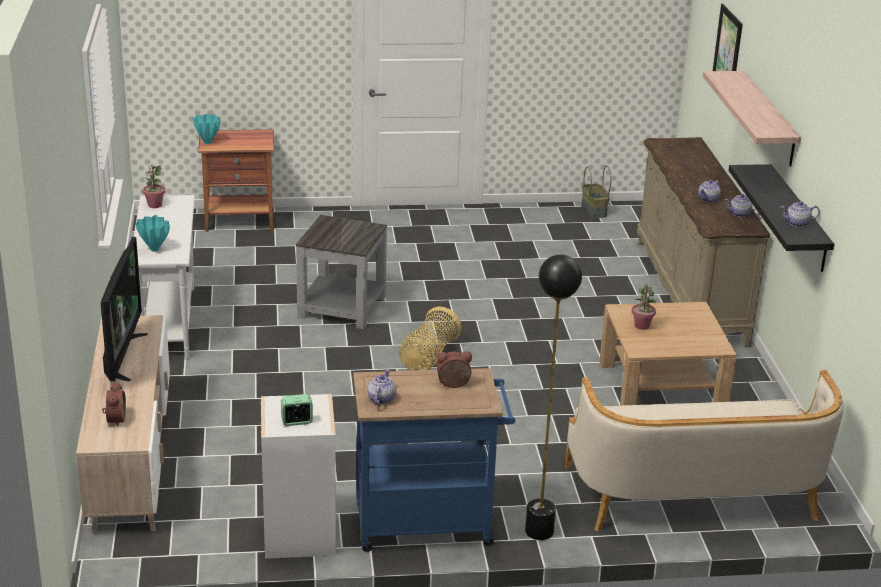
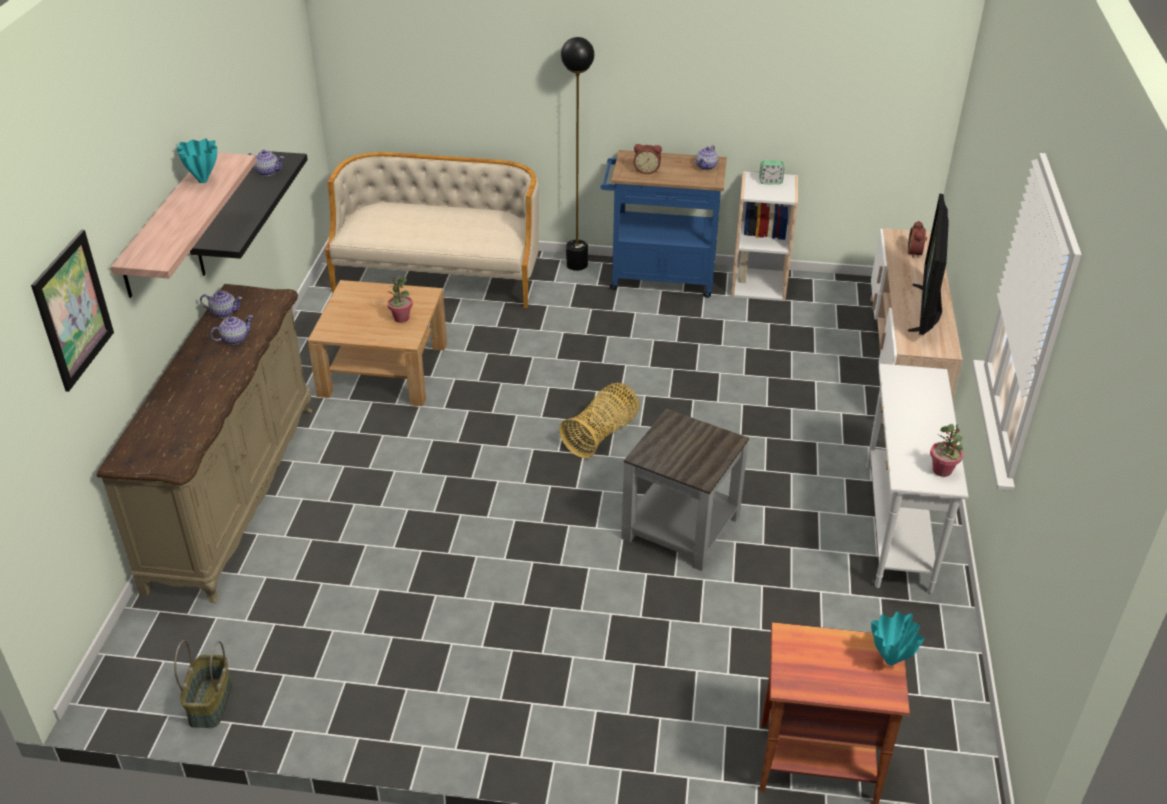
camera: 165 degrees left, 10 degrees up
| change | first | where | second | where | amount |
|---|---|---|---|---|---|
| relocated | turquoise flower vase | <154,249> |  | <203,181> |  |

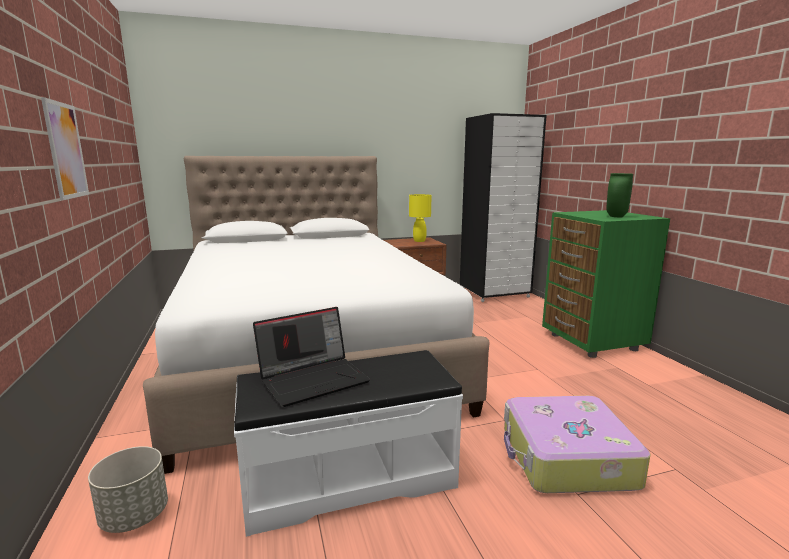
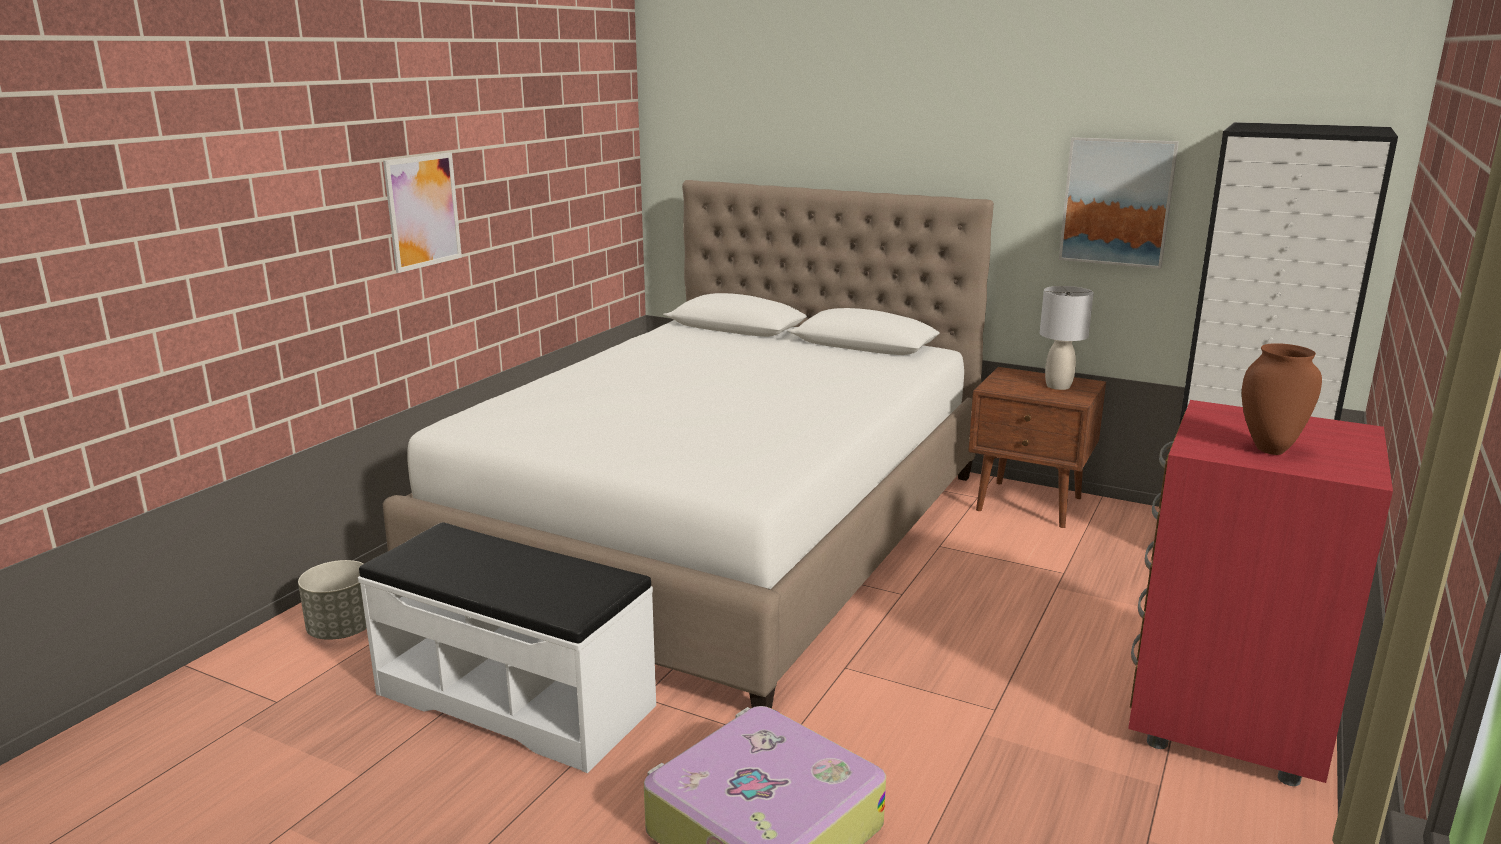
camera: 45 degrees right, 5 degrees up
| change | first | where | second | where | amount |
|---|---|---|---|---|---|
| missing | portable computer | <314,379> |  |  |  |
| appeared |  |  | picture | <1117,202> |  |
| colour | yellow-coloured table lamp | <419,241> | grey table lamp | <1058,386> |  |
| colour | green dresser | <592,342> | red-coloured dresser | <1225,722> |  |
| colour | green flower vase | <617,216> | brown flower vase | <1270,450> |  |

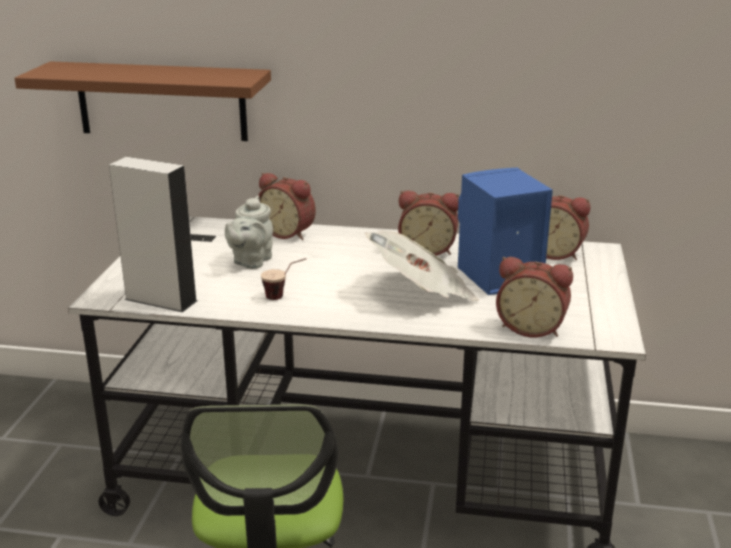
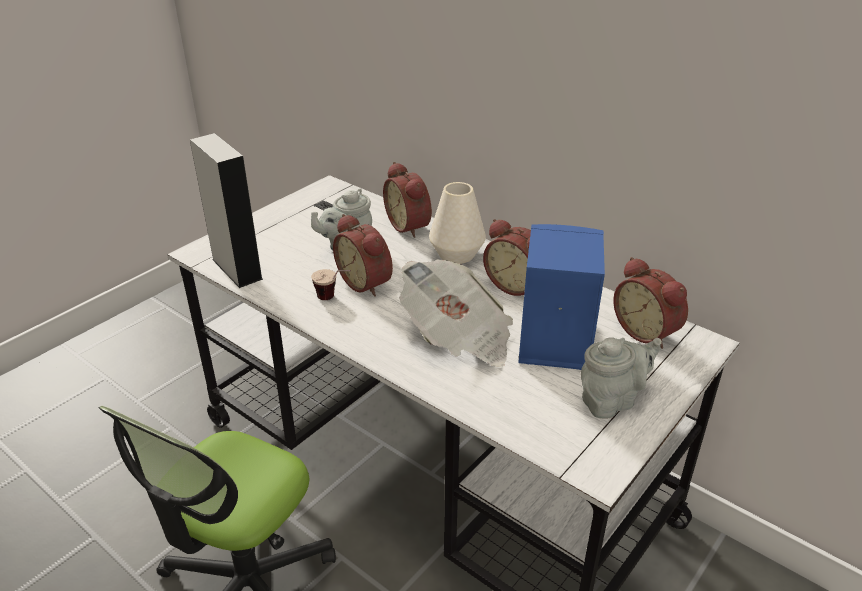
camera: 30 degrees right, 10 degrees up
| change | first | where | second | where | amount |
|---|---|---|---|---|---|
| missing | brown bracket shelf | <161,101> |  |  |  |
| appeared |  |  | white-coloured flower vase | <456,254> |  |
| appeared |  |  | grey teapot | <611,401> |  |
| relocated | bedside clock | <531,327> |  | <367,282> |  |

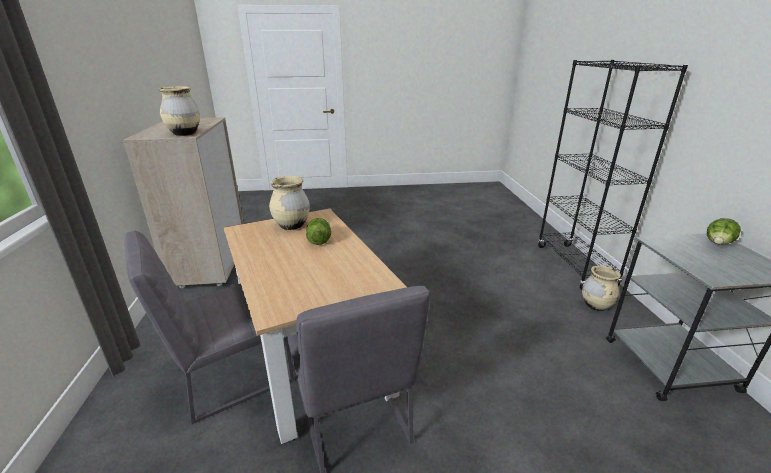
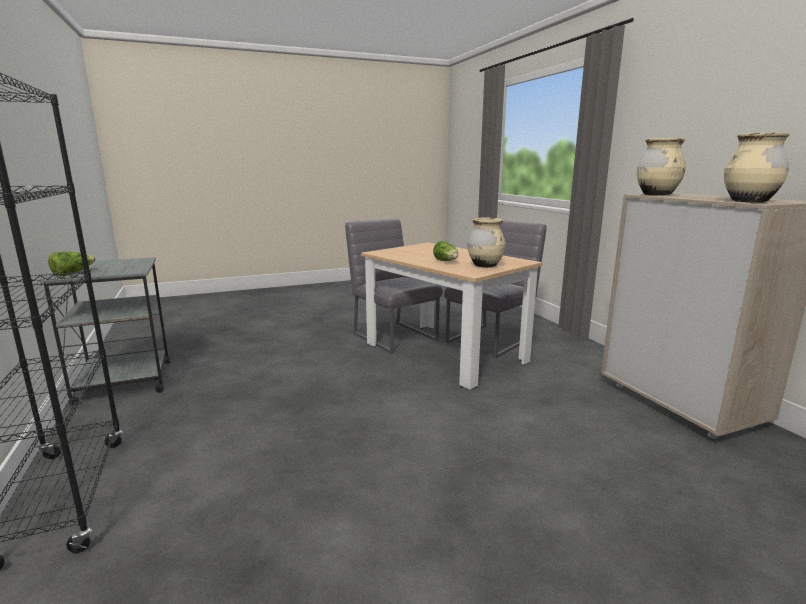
camera: 165 degrees right, 10 degrees down
| change | first | where | second | where | amount |
|---|---|---|---|---|---|
| relocated | beige flower vase | <595,306> |  | <749,201> |  |

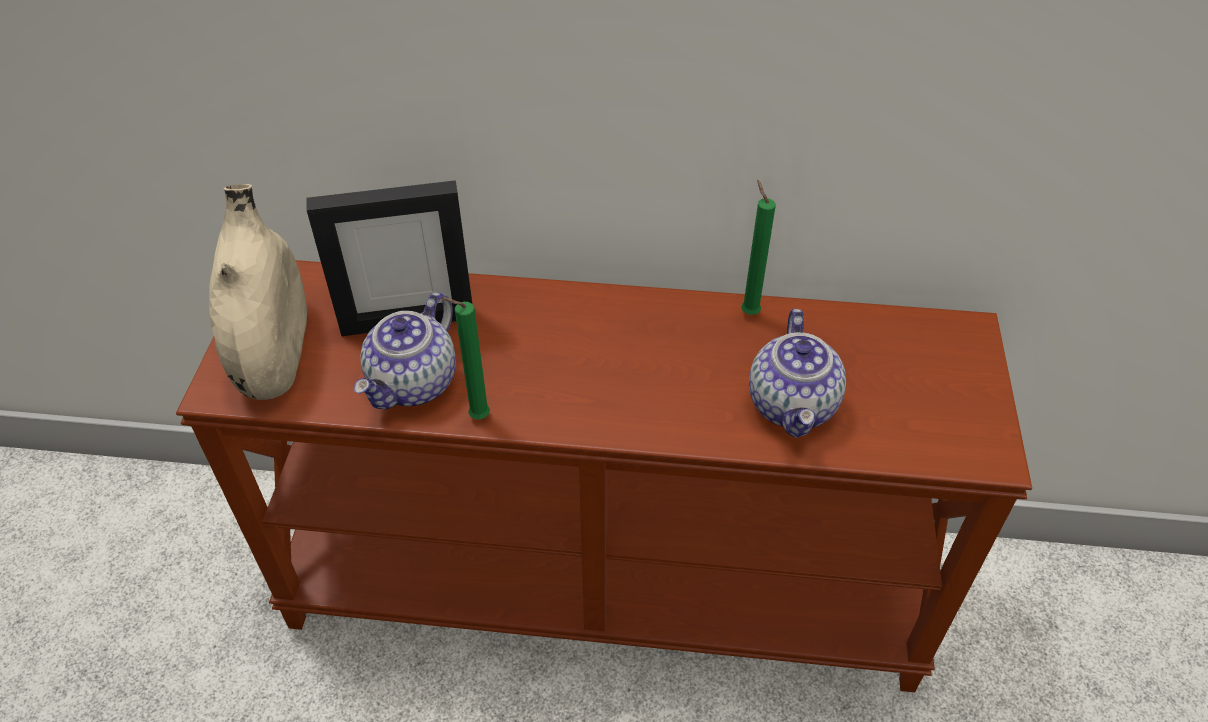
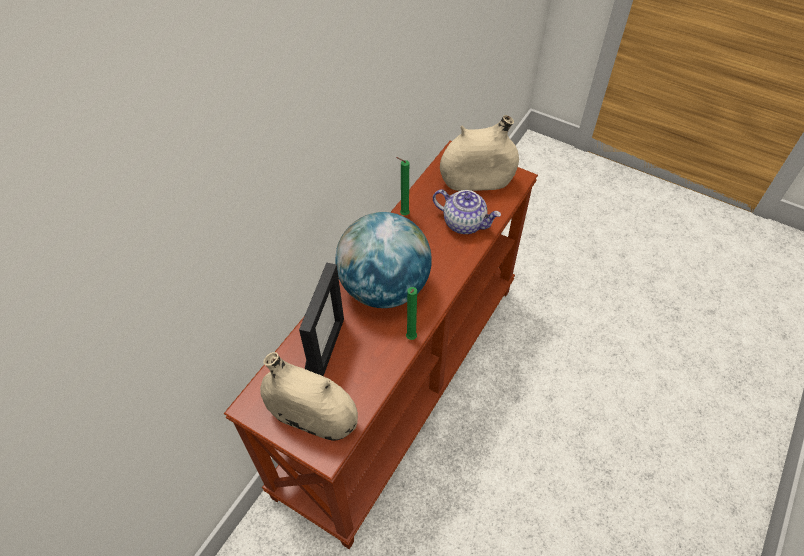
camera: 65 degrees left, 5 degrees up
| change | first | where | second | where | amount |
|---|---|---|---|---|---|
| missing | teapot | <414,384> |  |  |  |
| appeared |  |  | world globe | <384,288> |  |
| appeared |  |  | beige flower vase | <476,182> |  |

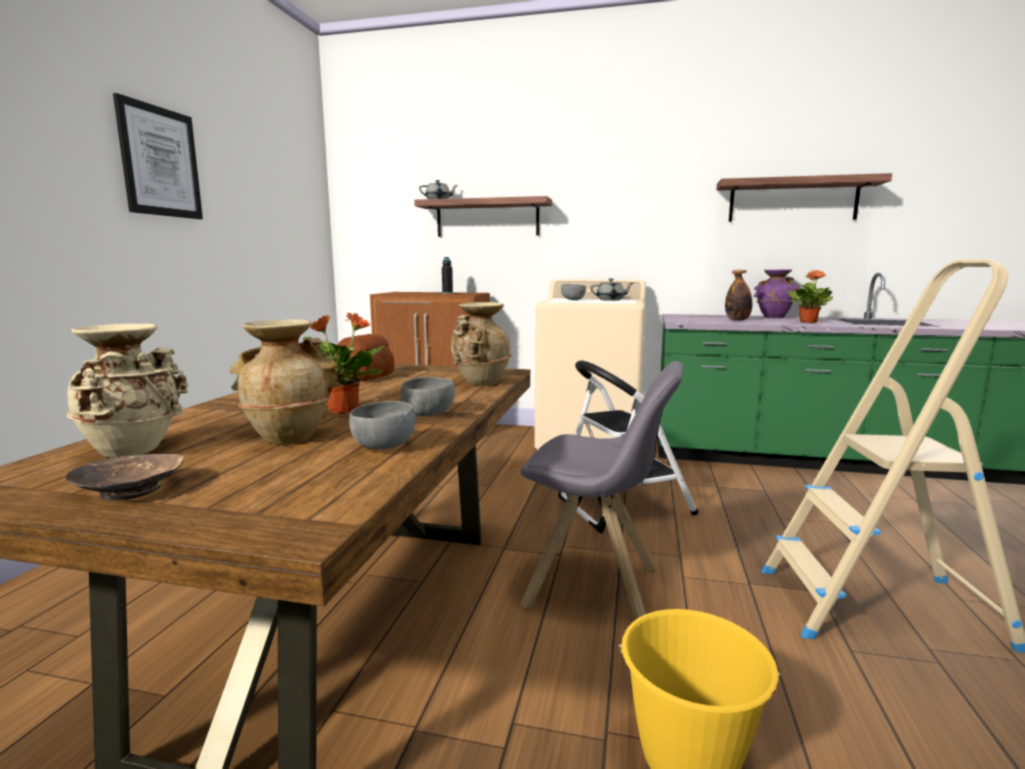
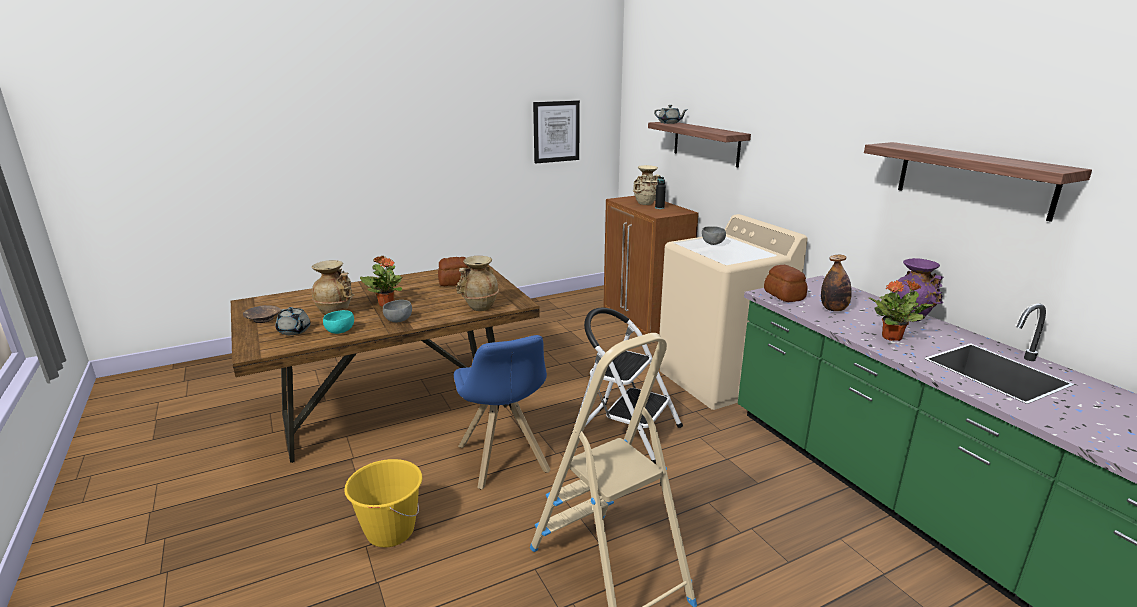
camera: 50 degrees right, 10 degrees up
| change | first | where | second | where | amount |
|---|---|---|---|---|---|
| appeared |  |  | bakery bread | <784,295> |  |
| relocated | beige flower vase | <135,450> |  | <646,203> |  |
| relocated | picture | <160,162> |  | <556,131> |  |
| relocated | grey teapot | <611,300> |  | <294,331> |  |
| colour | grey serving bowl | <384,447> | turquoise serving bowl | <340,331> |  |
| colour | grey plain chair | <594,586> | blue plain chair | <504,459> |  |

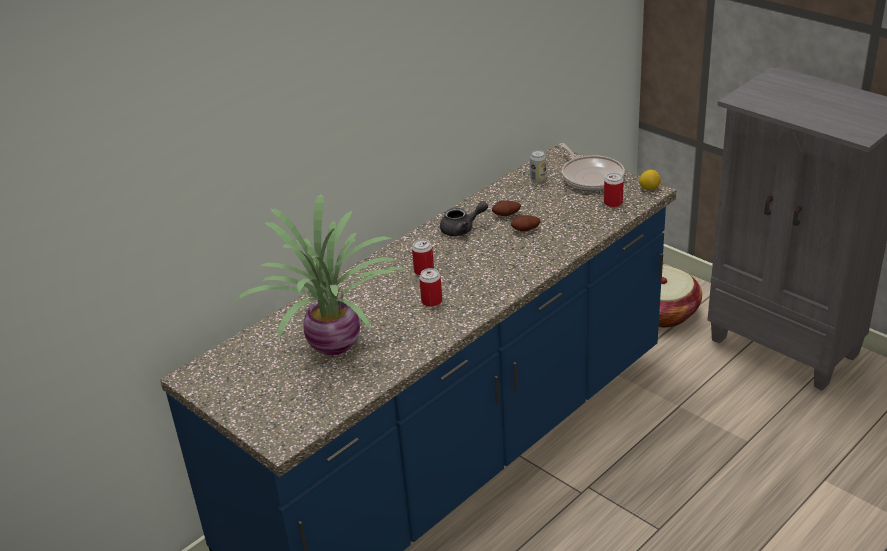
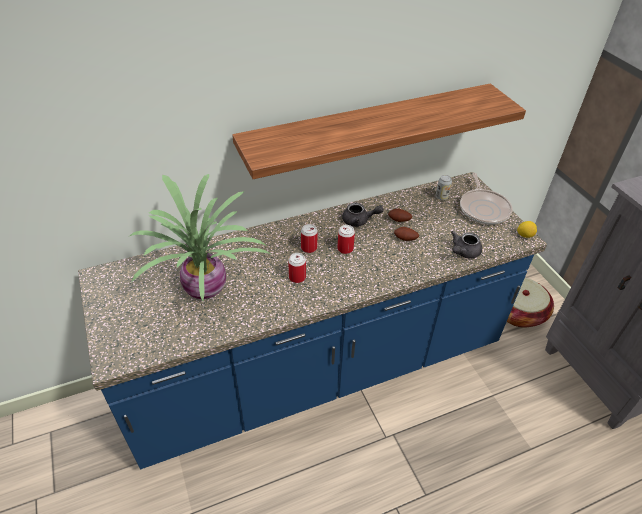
camera: 20 degrees right, 10 degrees up
| change | first | where | second | where | amount |
|---|---|---|---|---|---|
| appeared |  |  | bracket shelf | <368,130> |  |
| appeared |  |  | grey teapot | <463,252> |  |
| relocated | sealed can | <613,203> |  | <345,249> |  |

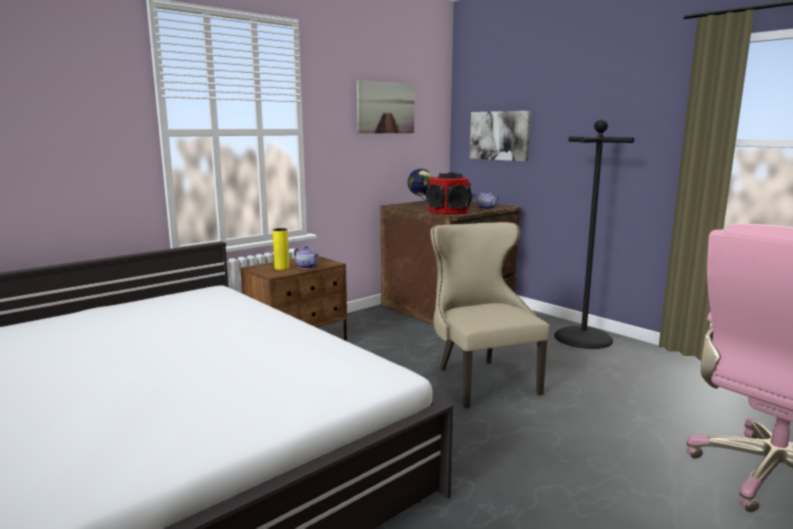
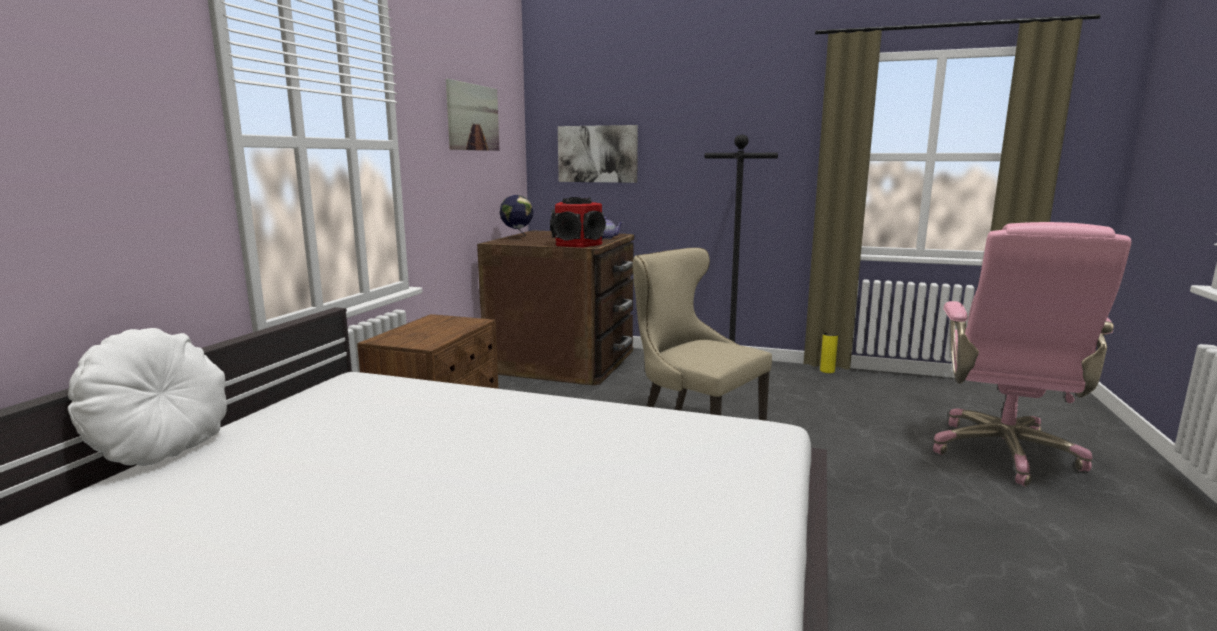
camera: 30 degrees left, 0 degrees up
| change | first | where | second | where | amount |
|---|---|---|---|---|---|
| missing | teapot | <306,267> |  |  |  |
| appeared |  |  | white-coloured pillow | <163,452> |  |
| relocated | yellow-coloured flower vase | <282,268> |  | <827,371> |  |

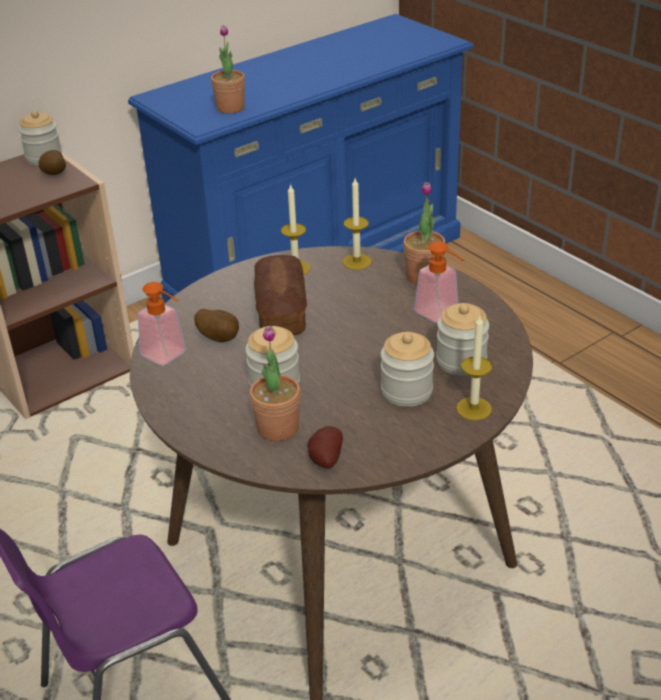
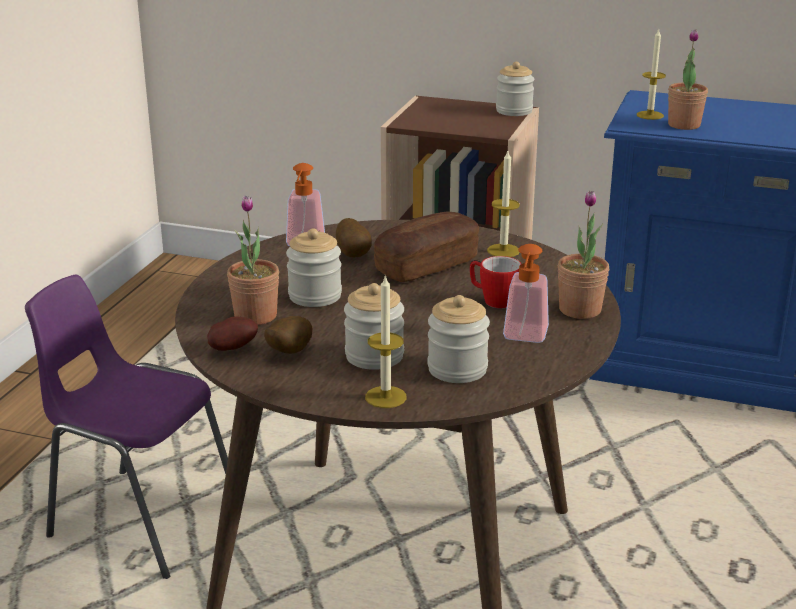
camera: 55 degrees right, 10 degrees down
| change | first | where | second | where | amount |
|---|---|---|---|---|---|
| appeared |  |  | tea mug | <493,300> |  |
| relocated | potato | <54,175> |  | <287,352> |  |
| relocated | wax light | <357,261> |  | <650,115> |  |

